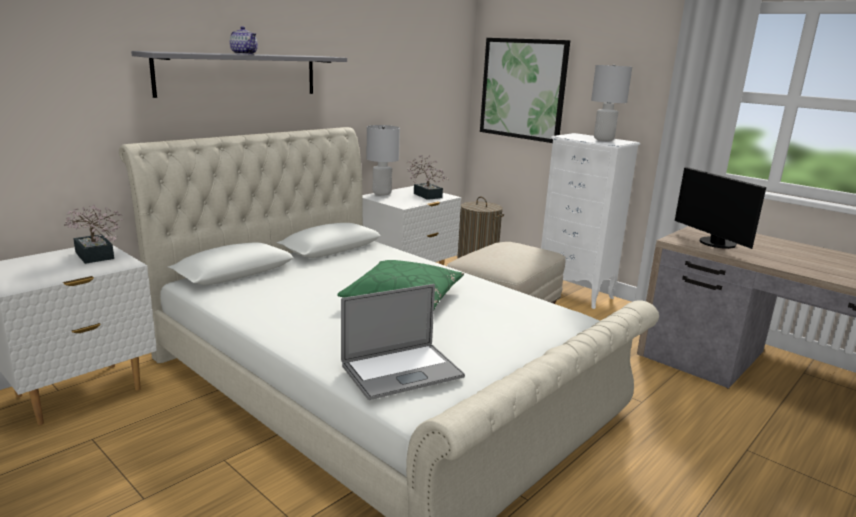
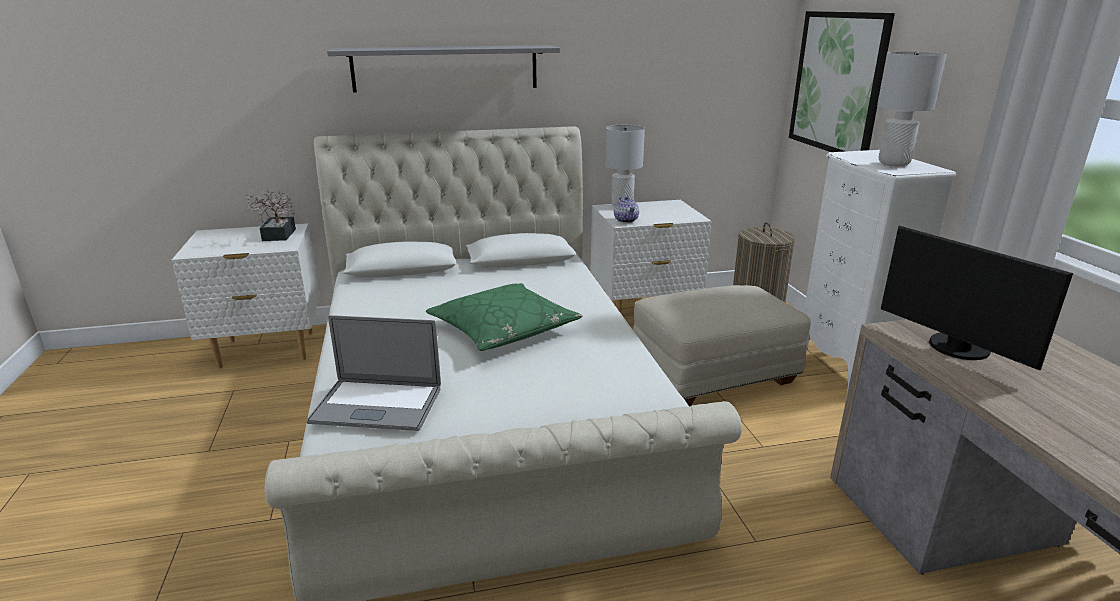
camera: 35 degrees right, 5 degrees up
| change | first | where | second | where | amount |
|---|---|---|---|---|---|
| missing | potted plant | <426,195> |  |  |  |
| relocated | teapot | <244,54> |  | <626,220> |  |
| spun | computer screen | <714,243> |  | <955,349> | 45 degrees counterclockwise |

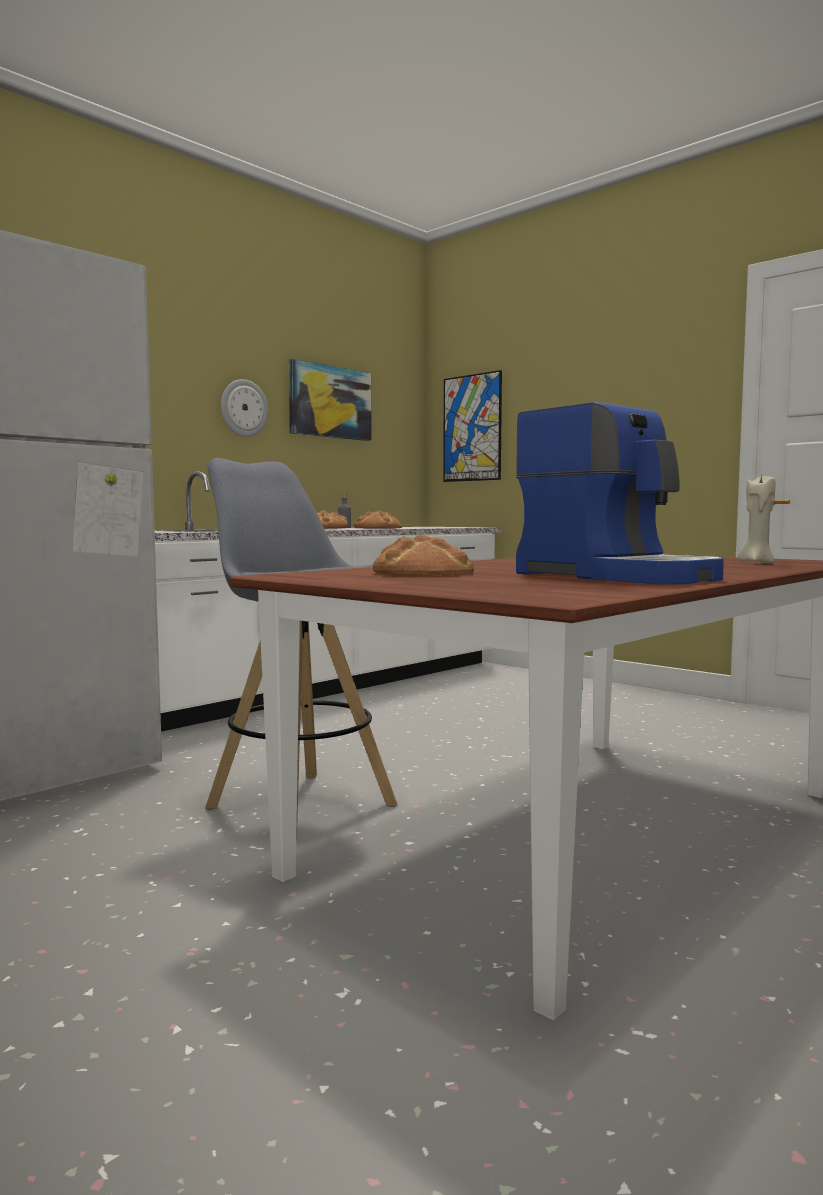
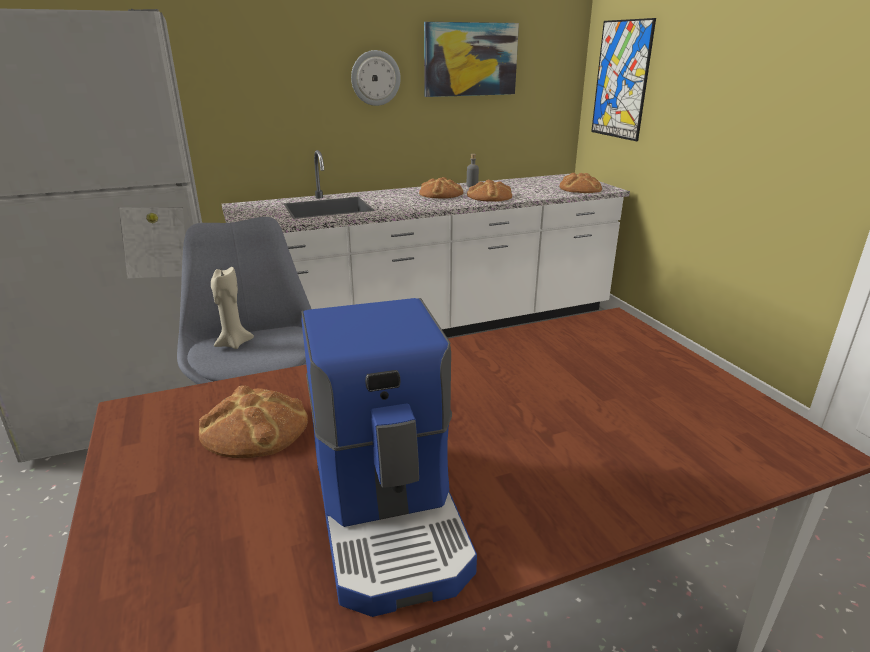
camera: 25 degrees right, 20 degrees up
| change | first | where | second | where | amount |
|---|---|---|---|---|---|
| appeared |  |  | bakery bread | <580,188> |  |
| relocated | beige wax light | <756,562> |  | <233,343> |  |

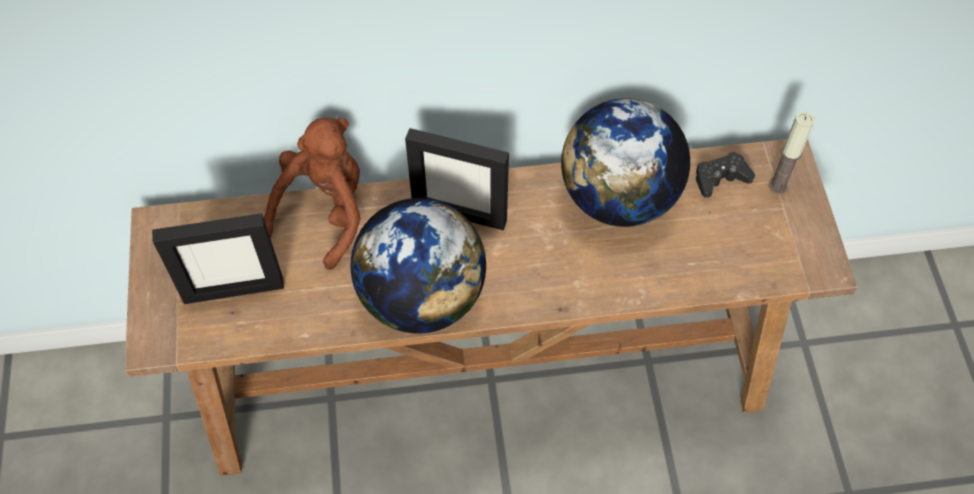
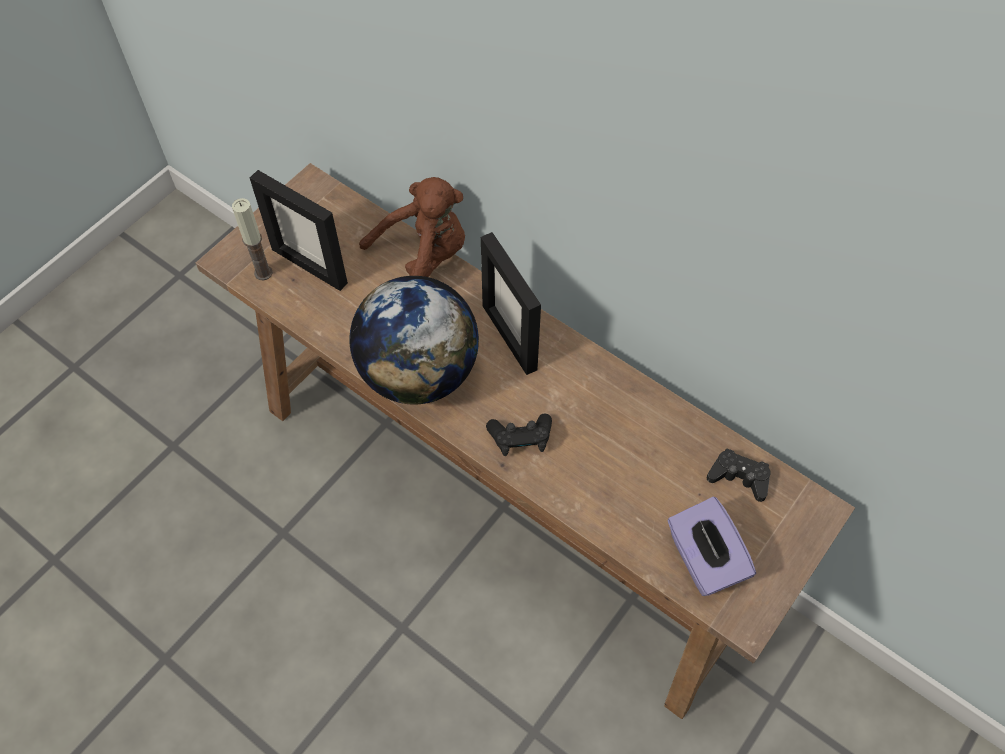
camera: 45 degrees right, 0 degrees up
| change | first | where | second | where | amount |
|---|---|---|---|---|---|
| missing | world globe | <619,198> |  |  |  |
| appeared |  |  | black joypad | <520,439> |  |
| appeared |  |  | purplish tissue holder | <703,559> |  |
| relocated | wax light | <778,185> |  | <263,273> |  |

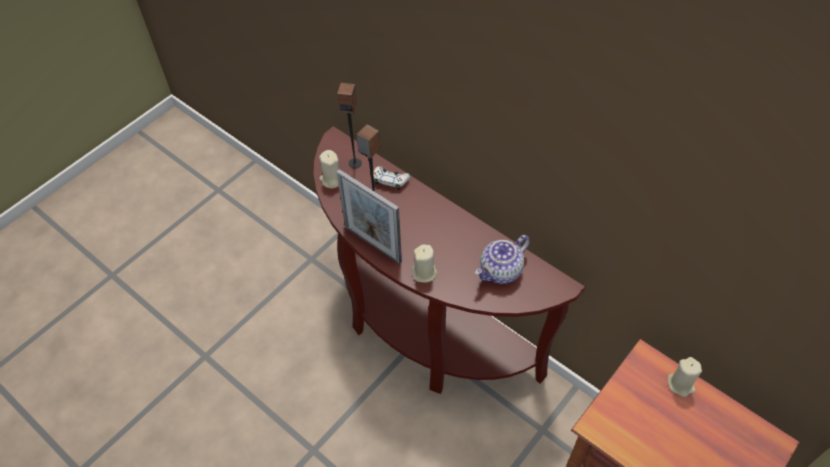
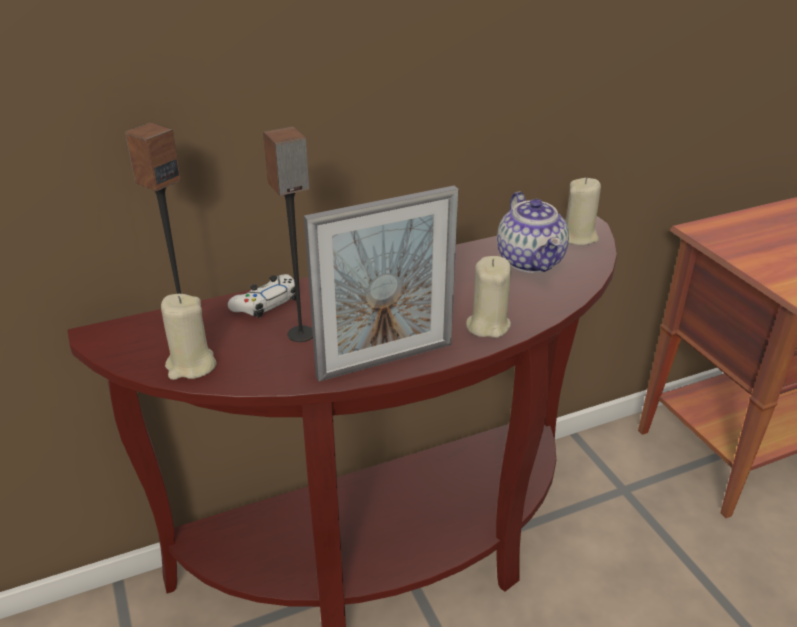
camera: 65 degrees left, 20 degrees down
| change | first | where | second | where | amount |
|---|---|---|---|---|---|
| relocated | beige wax light | <681,384> |  | <578,237> |  |

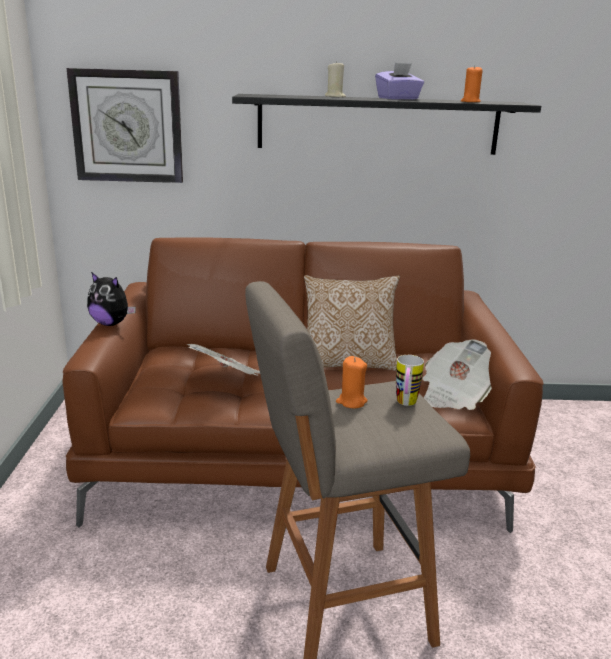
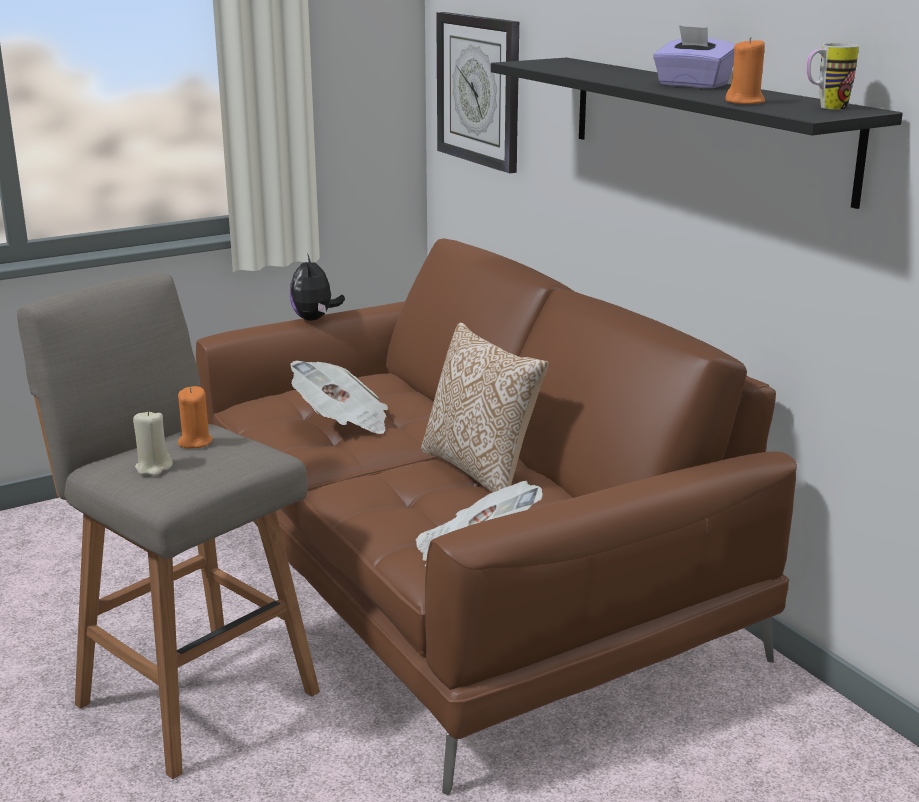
camera: 60 degrees right, 0 degrees up
| change | first | where | second | where | amount |
|---|---|---|---|---|---|
| relocated | beige wax light | <335,97> |  | <154,467> |  |
| relocated | tea mug | <405,404> |  | <825,108> |  |

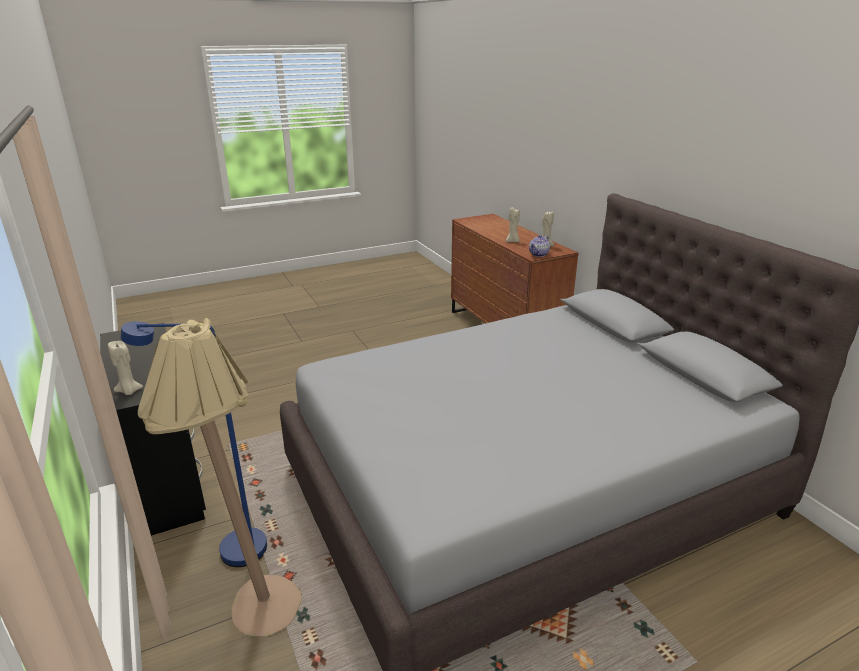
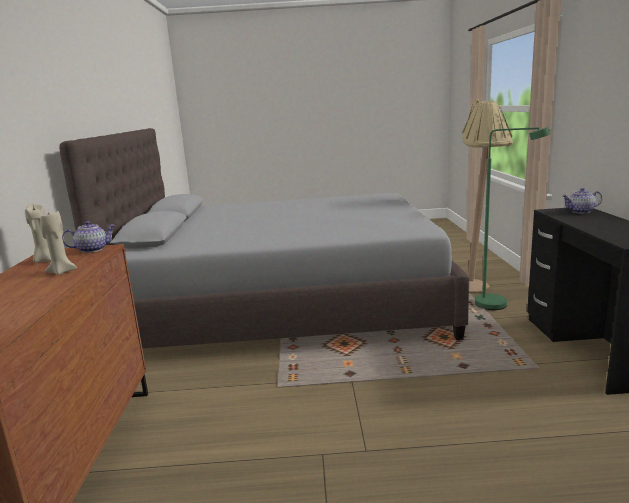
camera: 155 degrees left, 10 degrees down
| change | first | where | second | where | amount |
|---|---|---|---|---|---|
| exchanged | beige wax light | <129,391> | teapot | <580,211> |  |
| colour | blue standing lamp | <230,551> | green standing lamp | <500,304> |  |

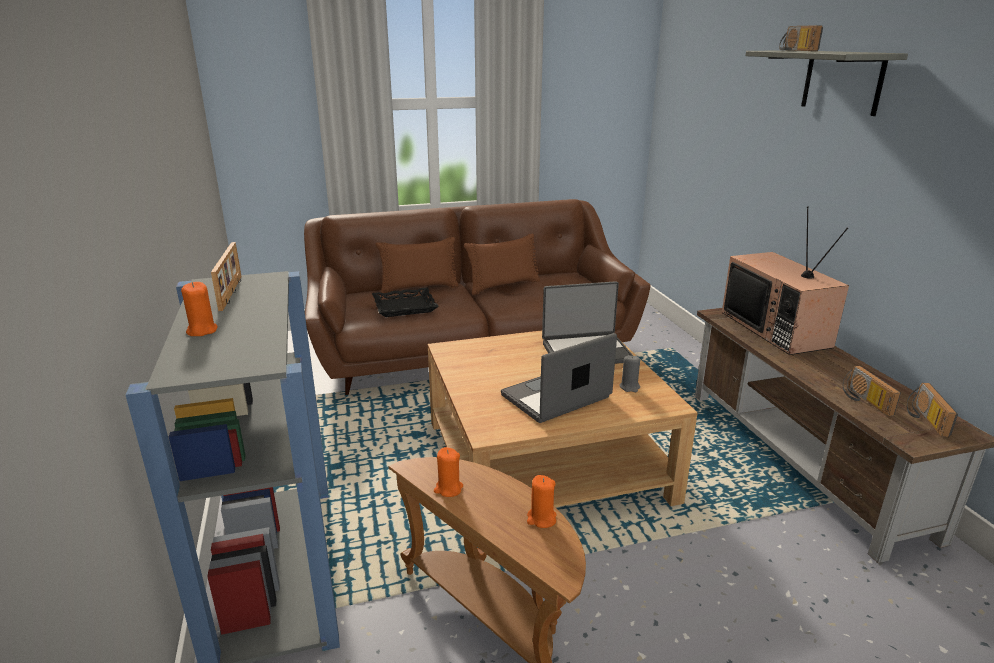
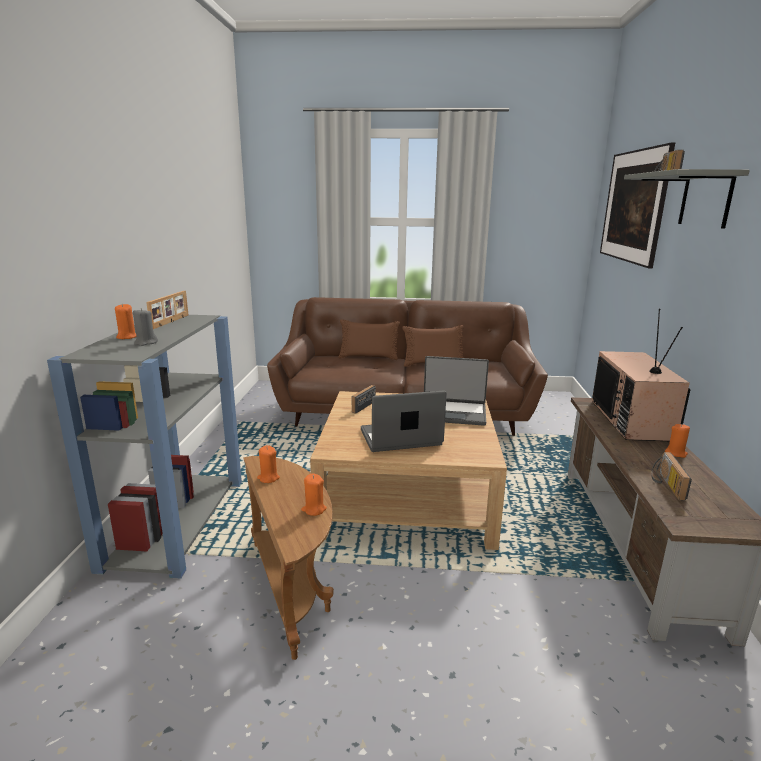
camera: 20 degrees right, 5 degrees down
| change | first | where | second | where | amount |
|---|---|---|---|---|---|
| missing | black tray | <405,306> |  |  |  |
| appeared |  |  | picture | <629,233> |  |
| appeared |  |  | orangey wax light | <676,453> |  |
| relocated | grey wax light | <629,387> |  | <146,343> |  |
| relocated | radio set | <924,419> |  | <361,405> |  |

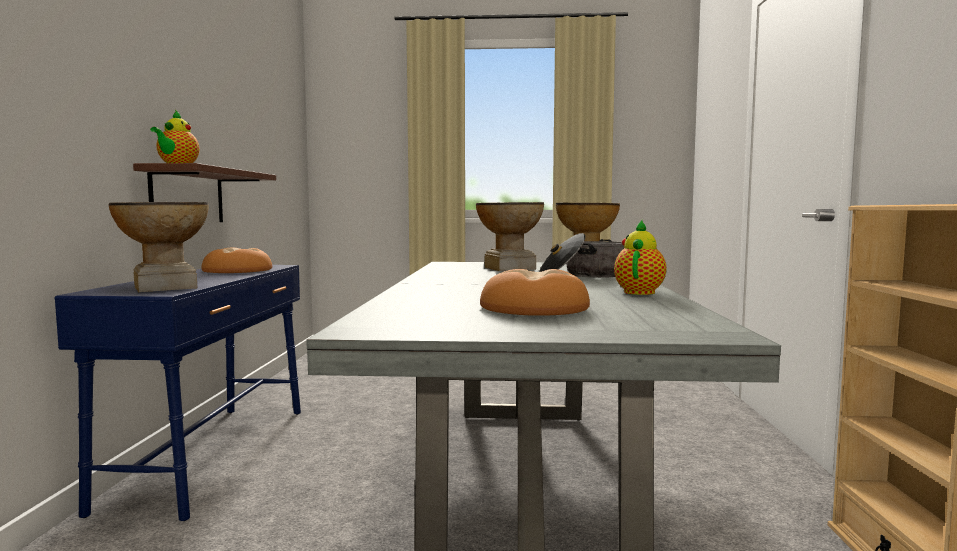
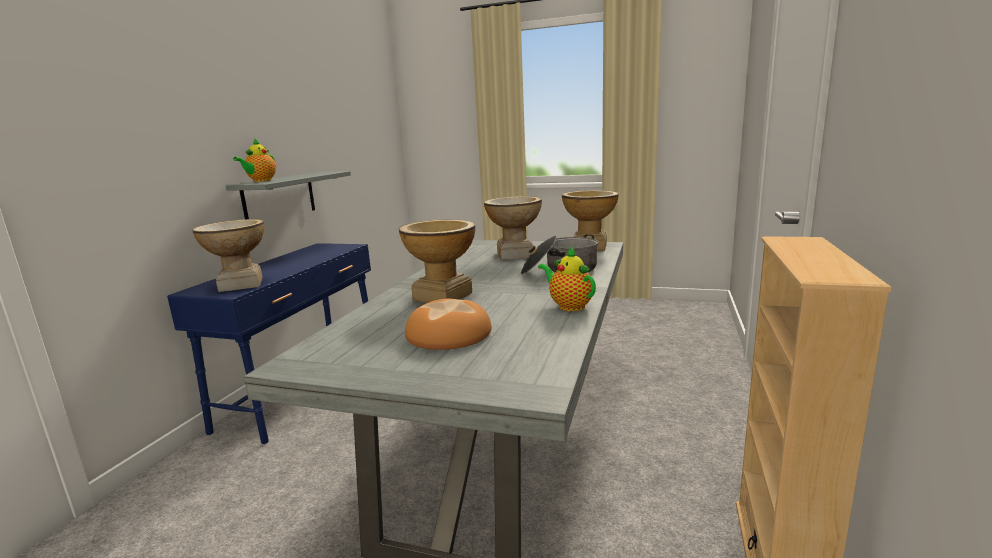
camera: 15 degrees right, 10 degrees up
| change | first | where | second | where | amount |
|---|---|---|---|---|---|
| missing | bakery bread | <237,271> |  |  |  |
| appeared |  |  | flower vase | <443,296> |  |
| colour | brown bracket shelf | <188,196> | grey bracket shelf | <279,198> |  |
| spun | teapot | <639,292> |  | <569,306> | 75 degrees counterclockwise |

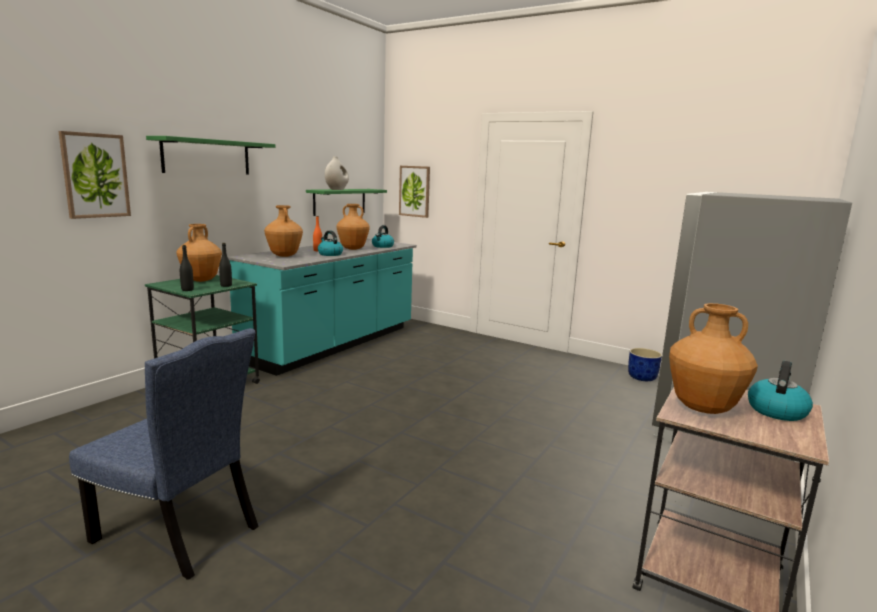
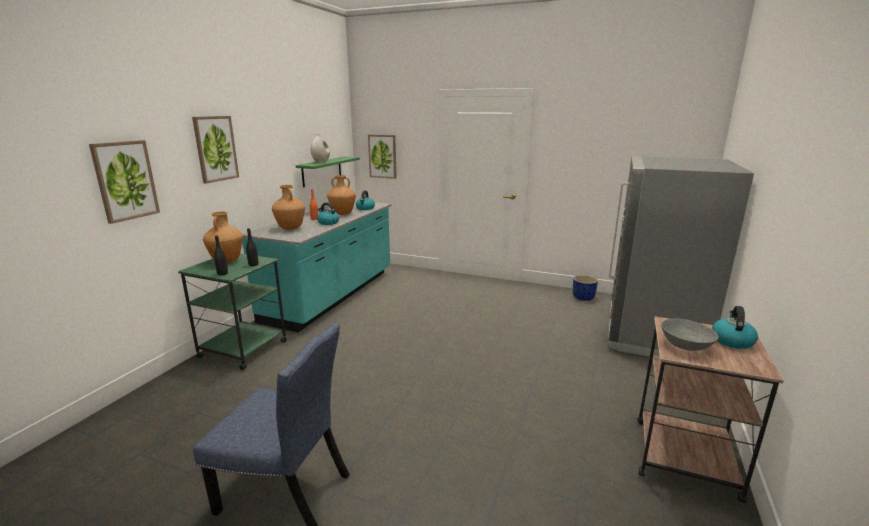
camera: 10 degrees left, 5 degrees up
| change | first | where | second | where | amount |
|---|---|---|---|---|---|
| exchanged | green bracket shelf | <207,157> | picture | <215,148> |  |
| exchanged | brown flower vase | <702,408> | grey serving bowl | <685,345> |  |

